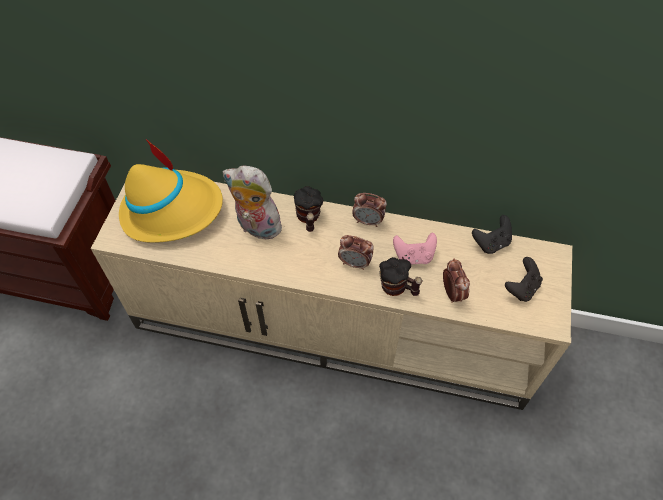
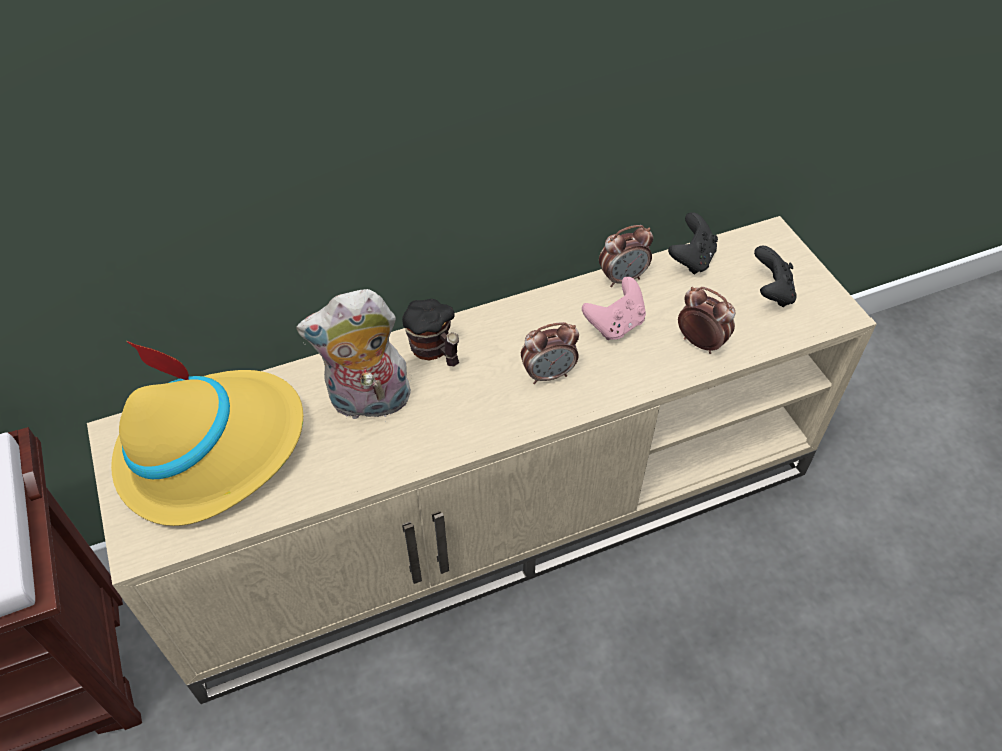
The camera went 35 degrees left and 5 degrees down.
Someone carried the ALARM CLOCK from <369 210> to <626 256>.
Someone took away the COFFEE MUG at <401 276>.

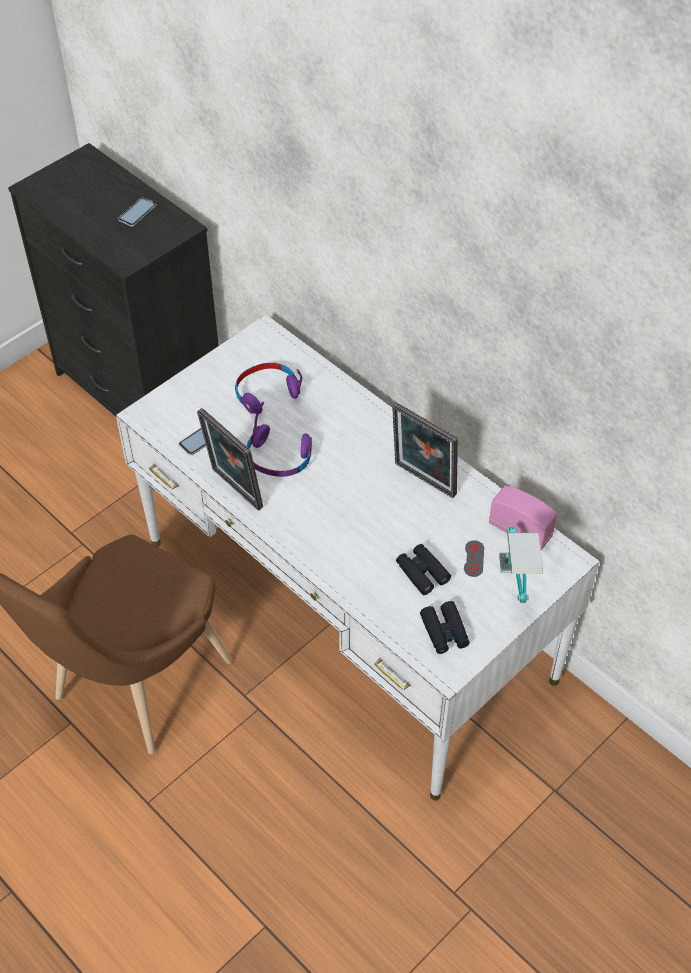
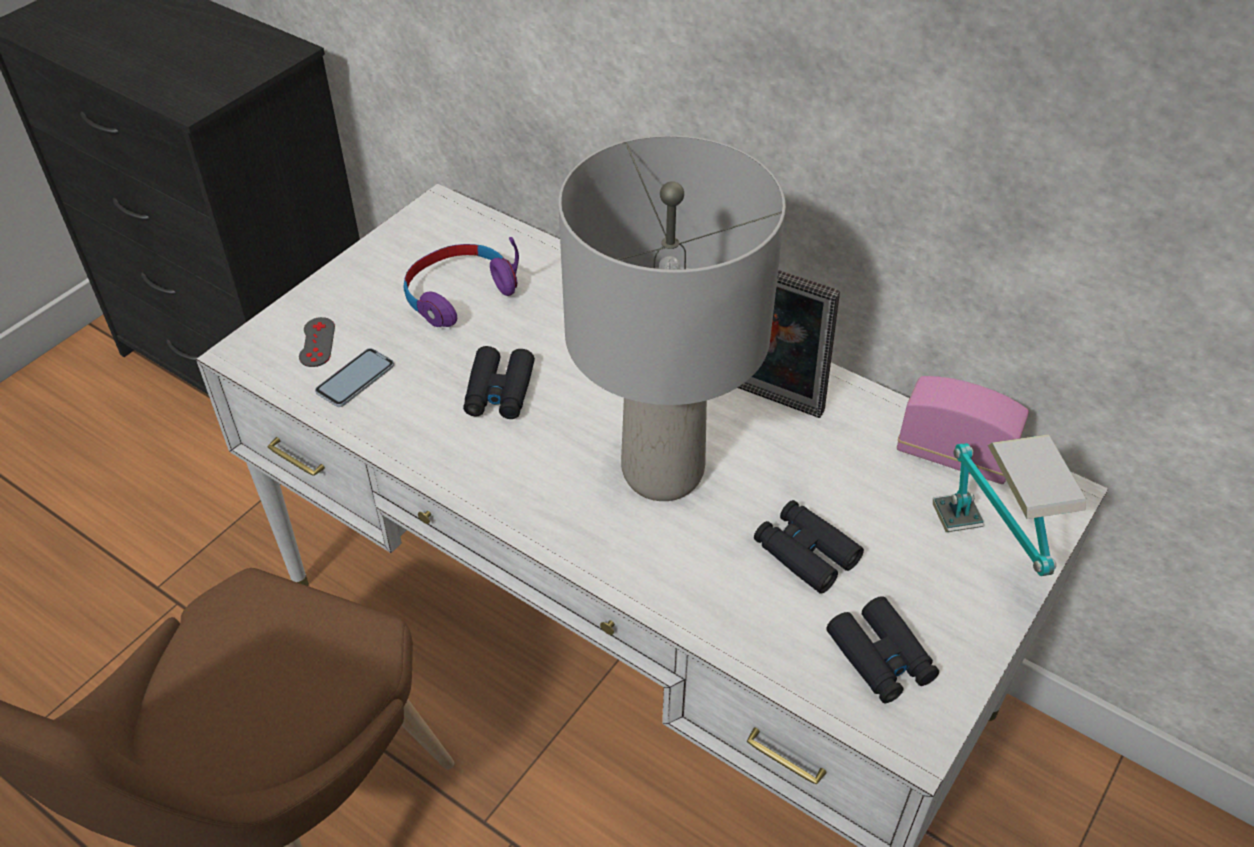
The camera went 10 degrees left and 5 degrees down.
Someone carried the GREYISH GAME CONTROLLER from <474 558> to <317 342>.
Someone swapped the PURPLE-COLOURED PAIR OF HEADPHONES at <279 439> for the BLACK-COLOURED FIELD GLASSES at <499 382>.
Someone put down the GREYISH TABLE LAMP at <672 318>.
Someone took away the HANDSET at <137 212>.
Someone took away the PHOTO FRAME at <230 459>.

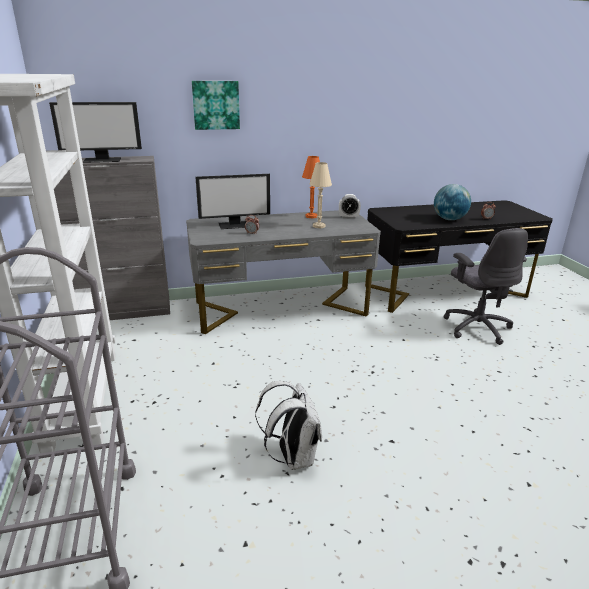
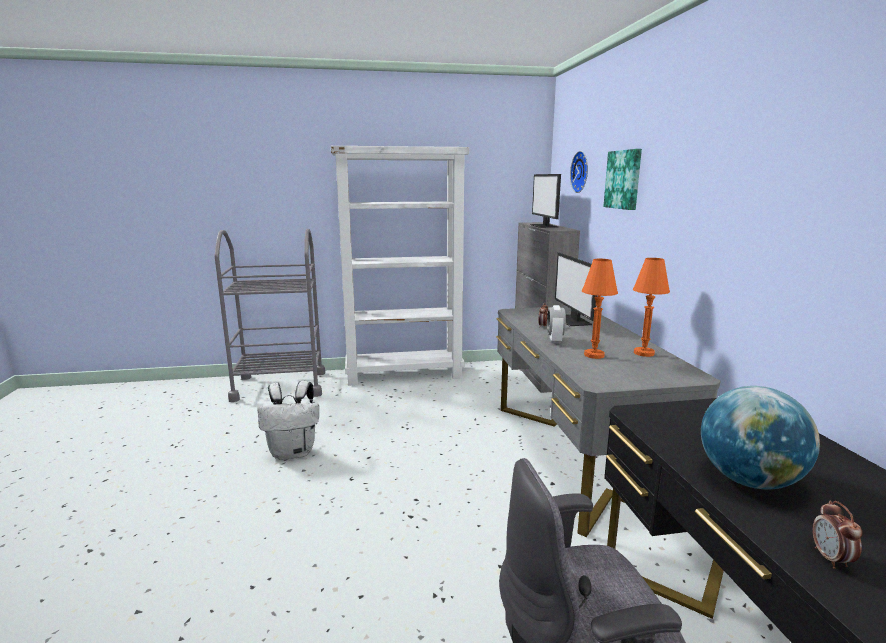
The camera went 95 degrees right and 10 degrees down.
Someone carried the ALARM CLOCK from <350 206> to <556 324>.
Someone put up the CLOCK ON THE WALL at <579 172>.
Someone repainted the BEIGE-COLOURED TABLE LAMP at <320 195>, which became the ORANGE TABLE LAMP at <600 309>.

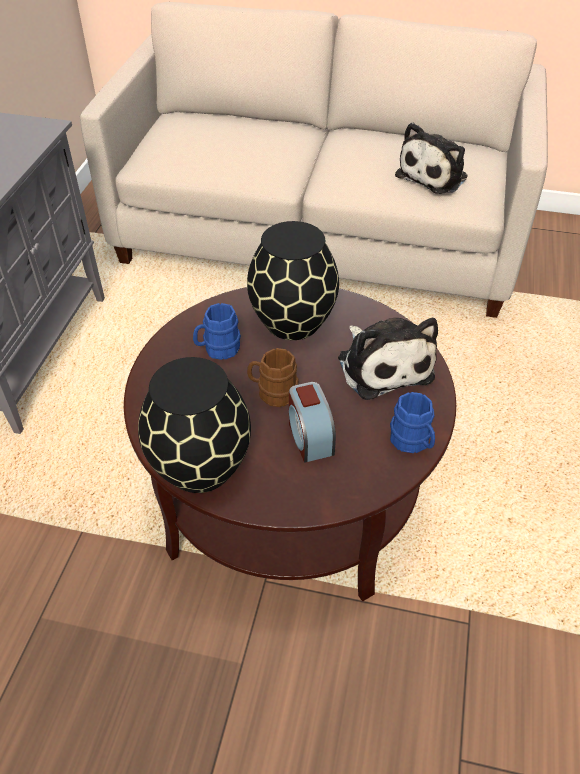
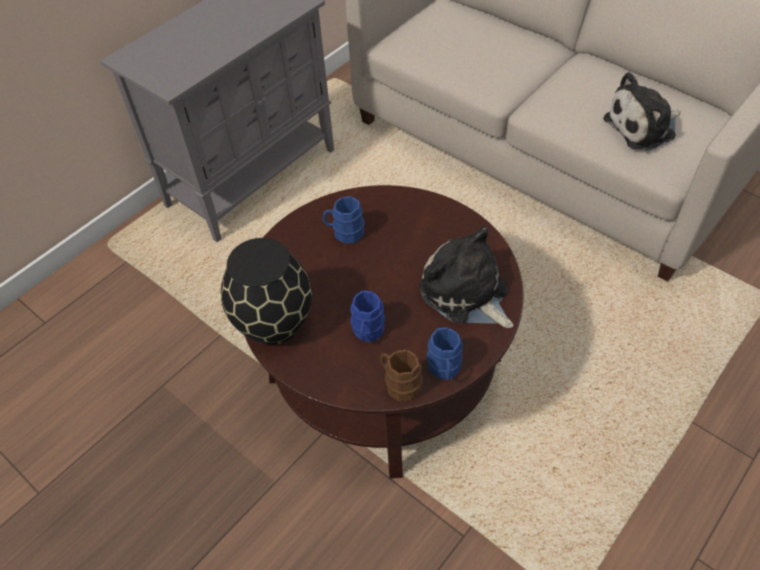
The camera went 30 degrees right and 5 degrees up.
Someone swapped the ALARM CLOCK at <312 422> for the BLUE COFFEE MUG at <367 316>.
Someone carried the BROWN COFFEE MUG from <273 377> to <401 376>.
Someone rotated the PLUSH TOY at <388 359> by 135 degrees clockwise.
Someone took away the BLACK-COLOURED VASE at <293 280>.

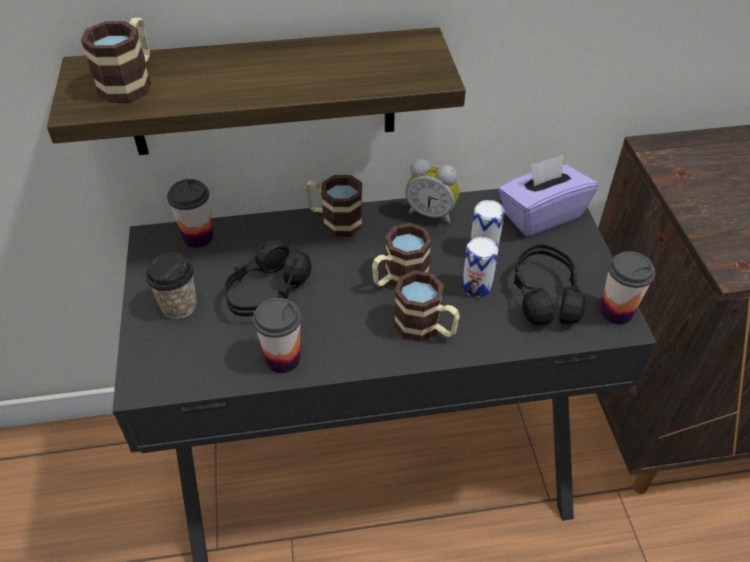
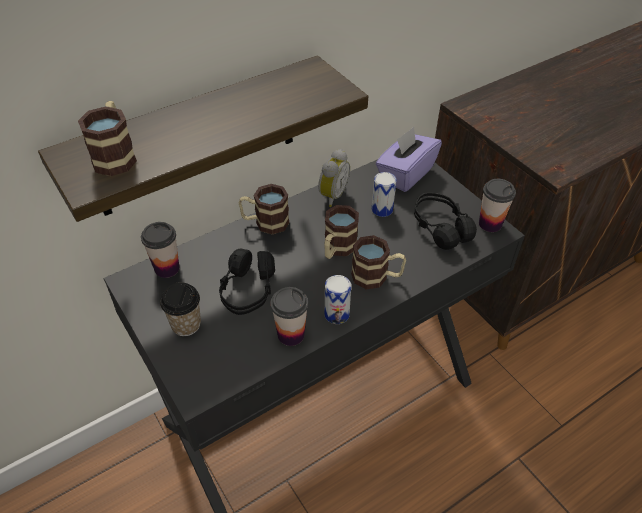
The camera went 25 degrees left and 0 degrees up.
Someone rotated the ALARM CLOCK at <432 191> by 60 degrees counterclockwise.
Someone carried the METAL CAN from <480 267> to <338 299>.

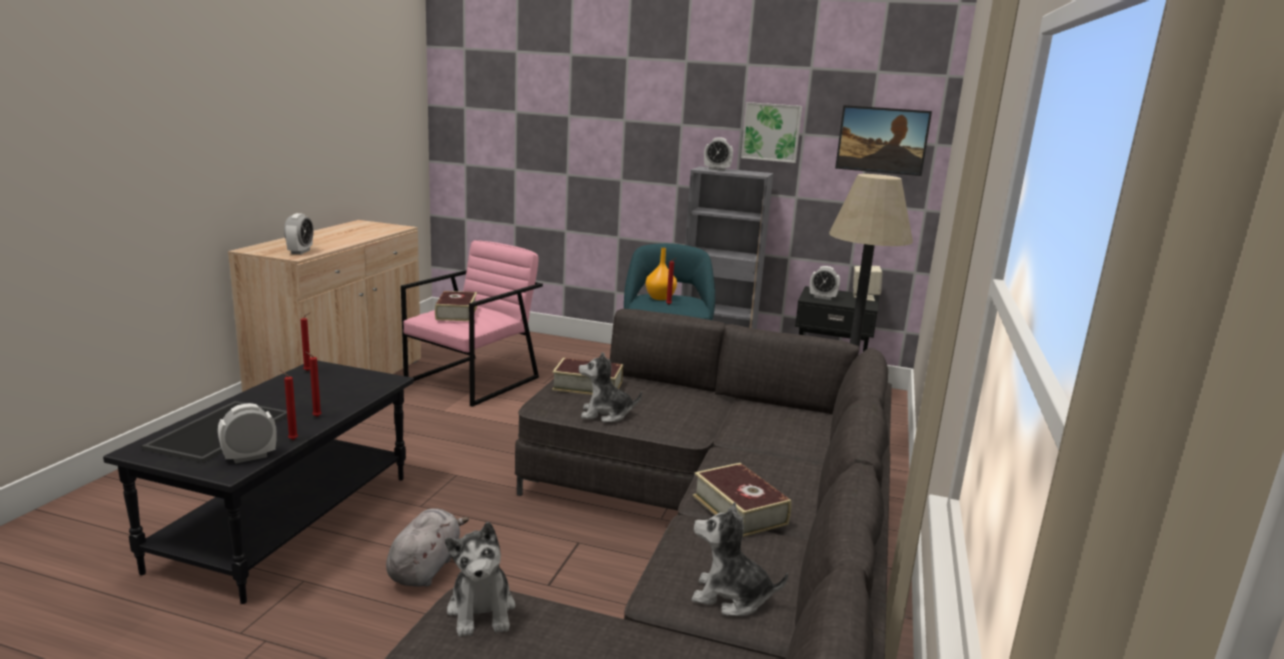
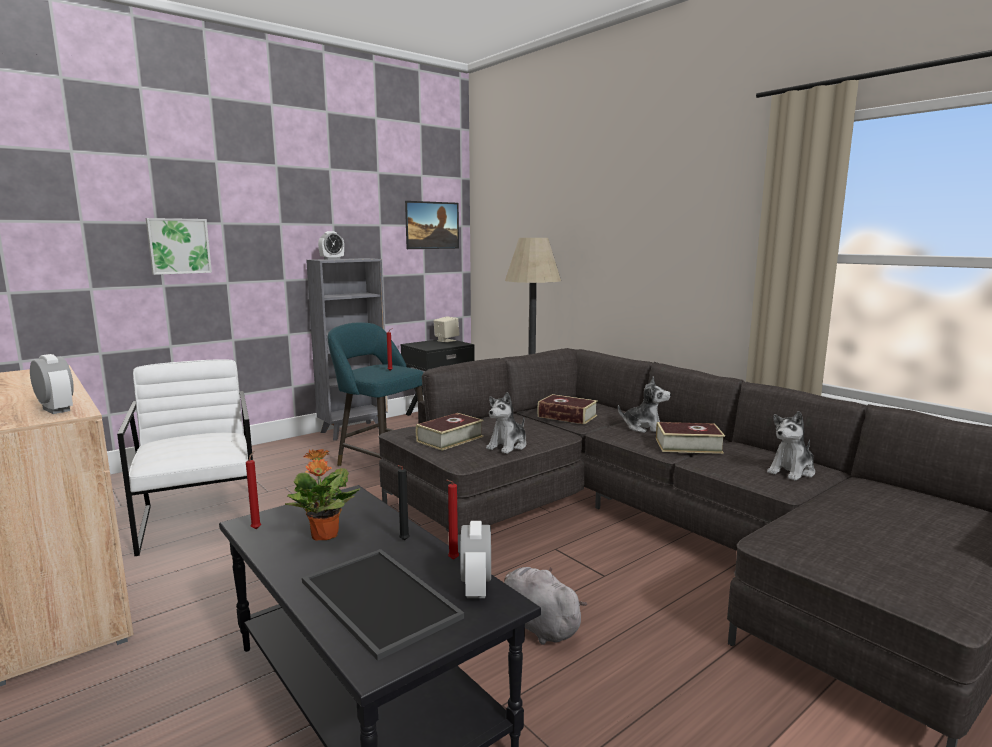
The camera went 55 degrees left and 5 degrees down.
Someone repainted the PINK-COLOURED EASY CHAIR at <472 323>, which became the WHITE-COLOURED EASY CHAIR at <185 457>.
Someone carried the WALL PICTURE from <771 132> to <179 246>.
Someone put down the PLANT IN A POT at <322 494>.
Someone repainted the RED WAX CANDLE at <314 384>, which became the BLACK-COLOURED WAX CANDLE at <403 502>.
Someone carried the BOUND BOOK from <456 306> to <568 409>.
Someone carried the PLUSH TOY from <480 579> to <644 404>.
Someone took away the ORANGE VASE at <661 274>.
Someone took away the ALARM CLOCK at <825 283>.

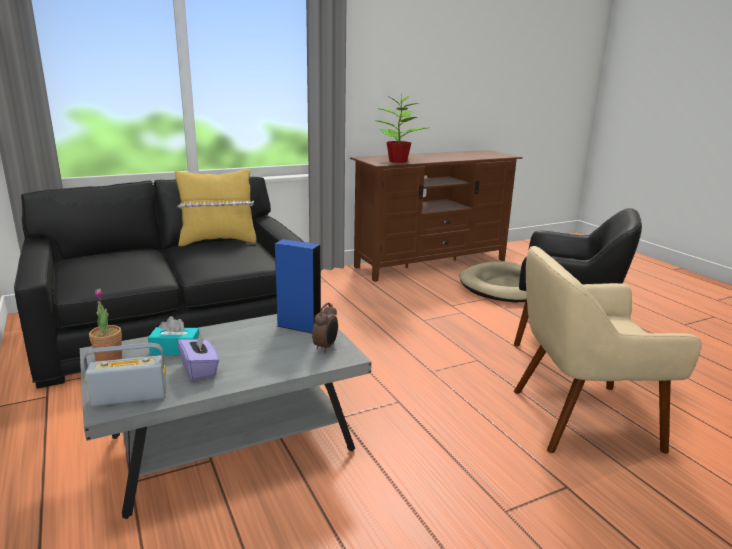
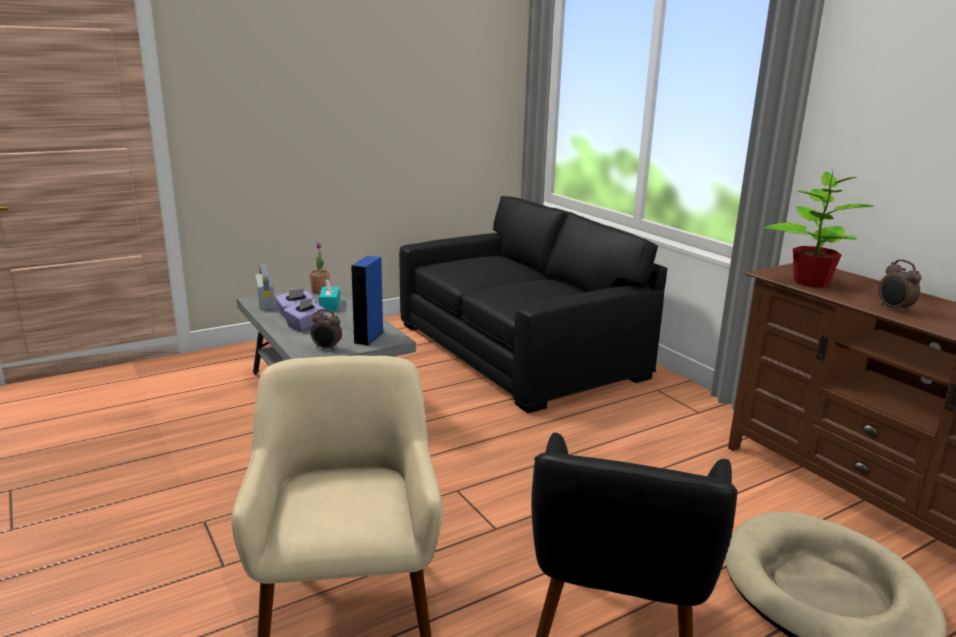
The camera went 85 degrees right and 0 degrees up.
Someone put down the PURPLE-COLOURED TISSUE HOLDER at <304 314>.
Someone put down the ALARM CLOCK at <900 286>.
Someone took away the YELLOW THROW PILLOW at <216 207>.

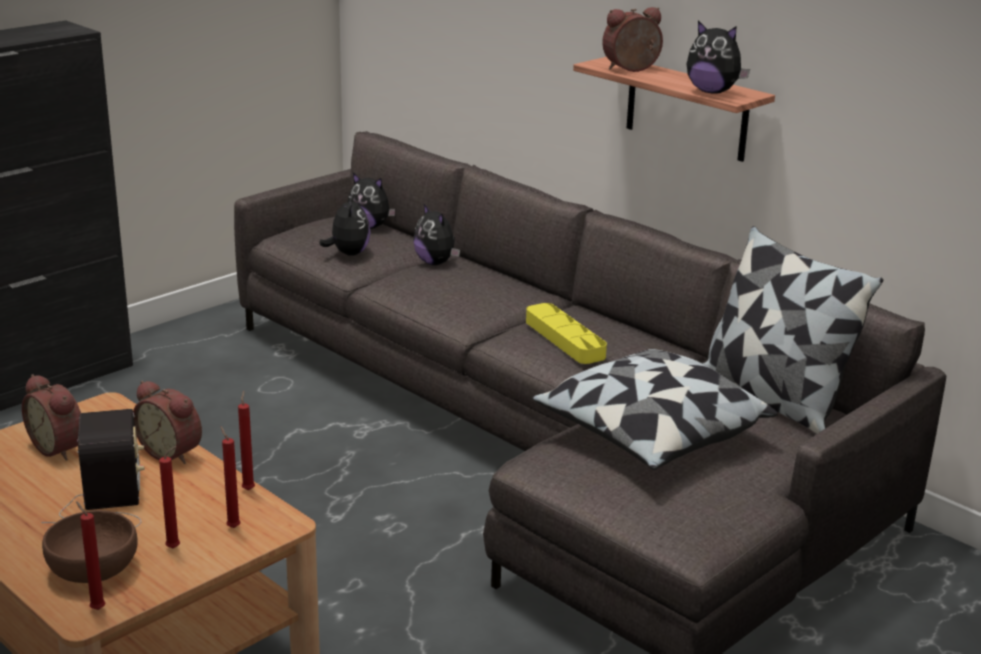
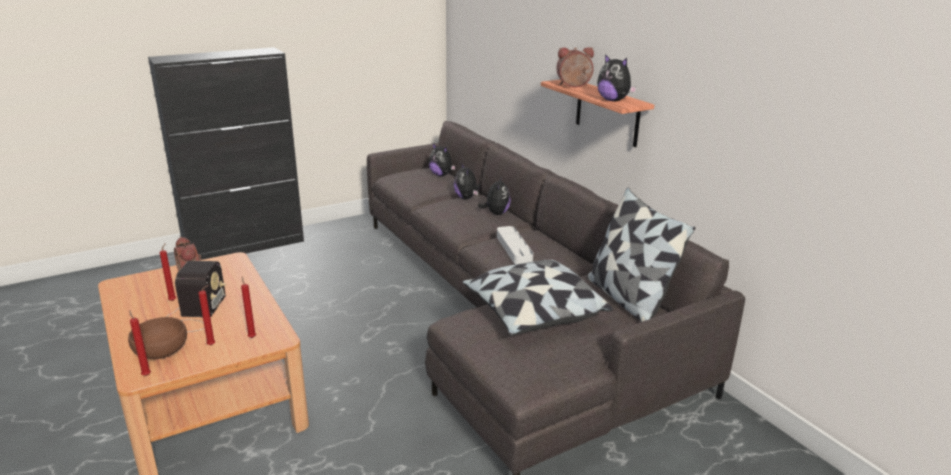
The camera went 15 degrees right and 0 degrees up.
Someone carried the RED WAX CANDLE from <246 440> to <168 272>.
Someone carried the PLUSH TOY from <345 225> to <494 195>.
Someone repainted the YELLOW CARRYING TRAY at <566 333>, which became the GREYISH CARRYING TRAY at <515 245>.
Someone took away the ALARM CLOCK at <167 422>.

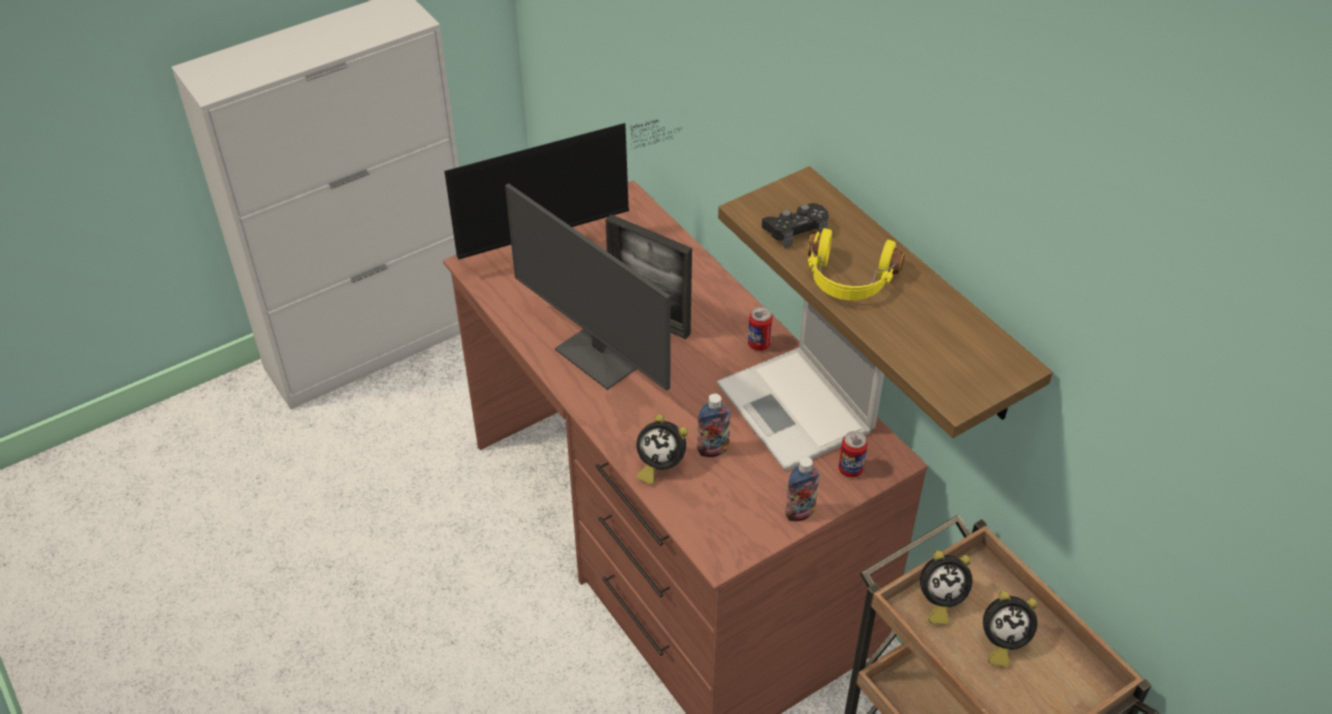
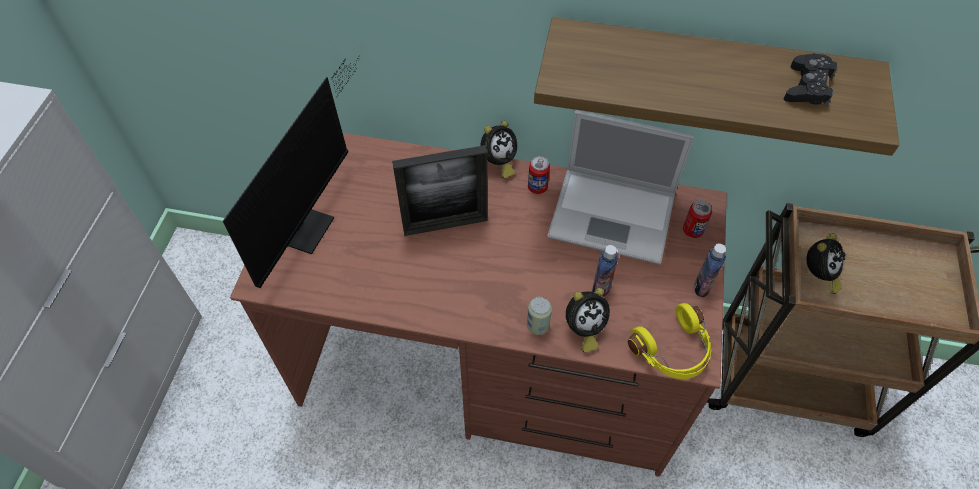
The camera went 45 degrees left and 10 degrees up.
Someone carried the ALARM CLOCK from <1010 629> to <499 149>.
Someone put down the METAL CAN at <539 316>.
Someone carried the YELLOW PAIR OF HEADPHONES from <856 264> to <669 341>.
Someone carried the BLACK-COLOURED GAME CONTROLLER from <795 226> to <811 80>.
Someone took away the COMPUTER DISPLAY at <588 287>.

